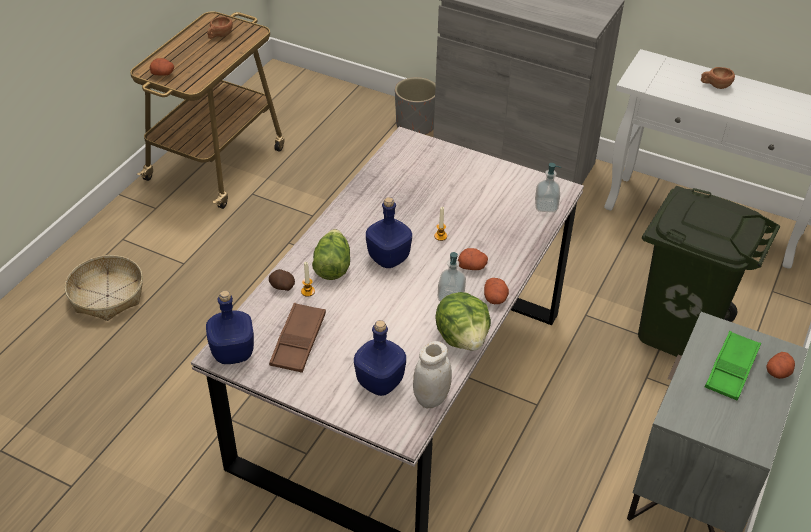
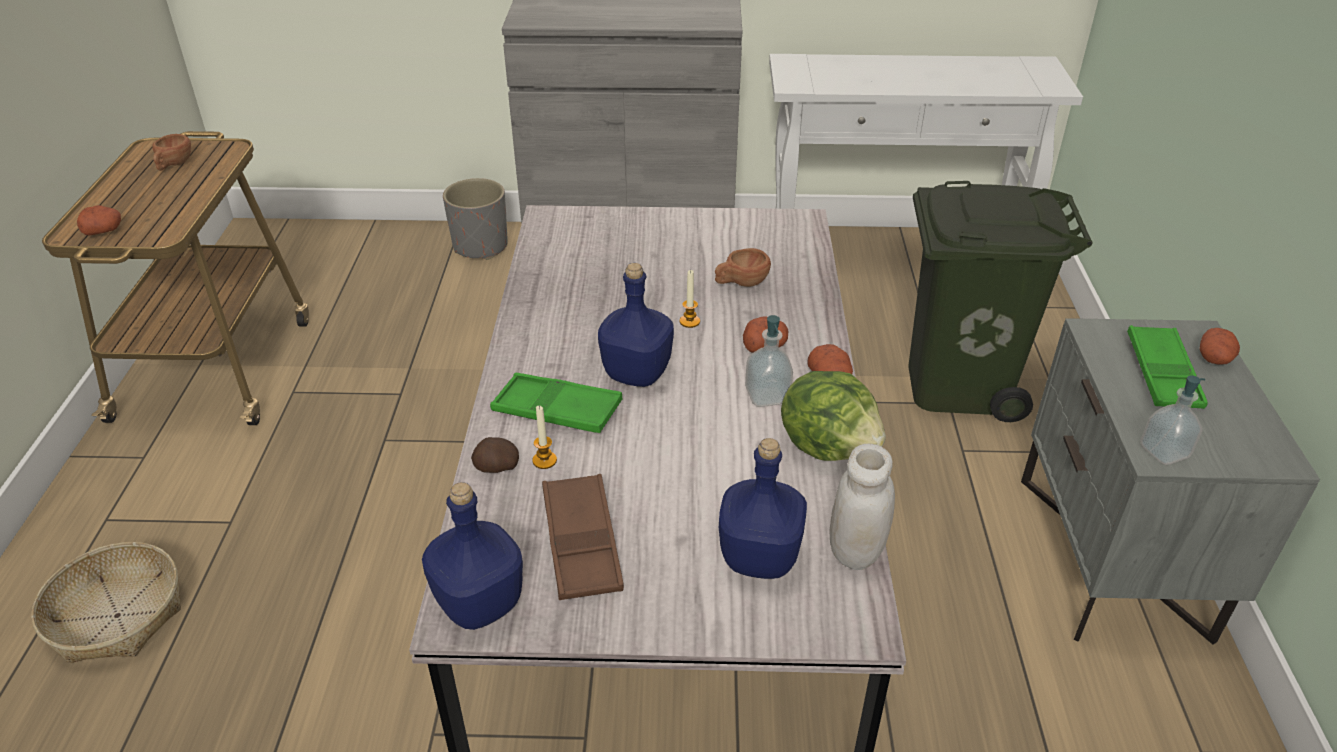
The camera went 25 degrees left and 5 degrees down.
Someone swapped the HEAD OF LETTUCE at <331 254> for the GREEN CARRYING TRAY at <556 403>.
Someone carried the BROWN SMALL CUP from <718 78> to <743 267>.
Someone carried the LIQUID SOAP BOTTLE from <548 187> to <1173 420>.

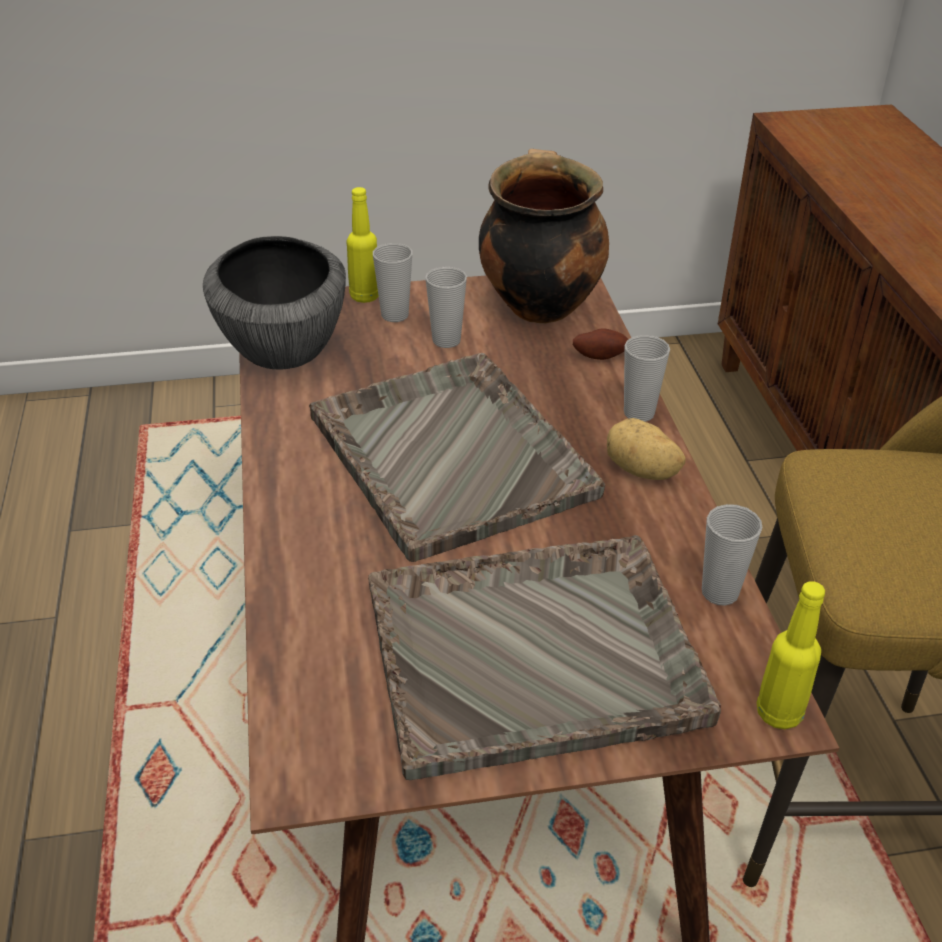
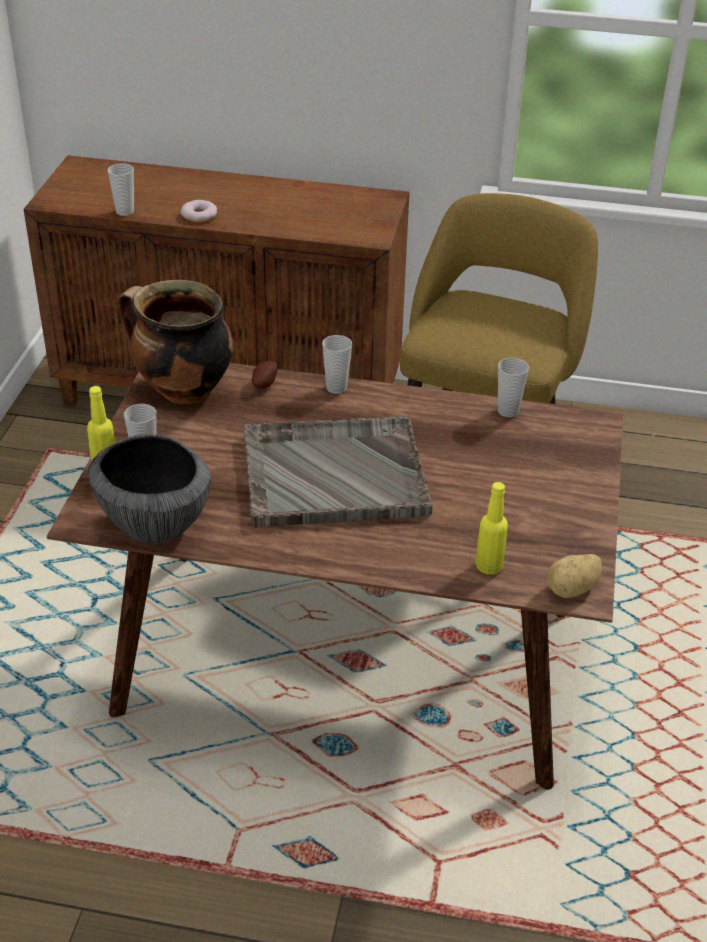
The camera went 70 degrees left and 0 degrees up.
Someone carried the SMALL CUP from <446 307> to <121 189>.
Someone put down the DONUT at <199 211>.
Someone carried the YELLOW BEVERAGE BOTTLE from <791 655> to <491 528>.
Someone carried the SPUD from <646 449> to <574 576>.
Someone took away the GREYISH CARRYING TRAY at <544 657>.

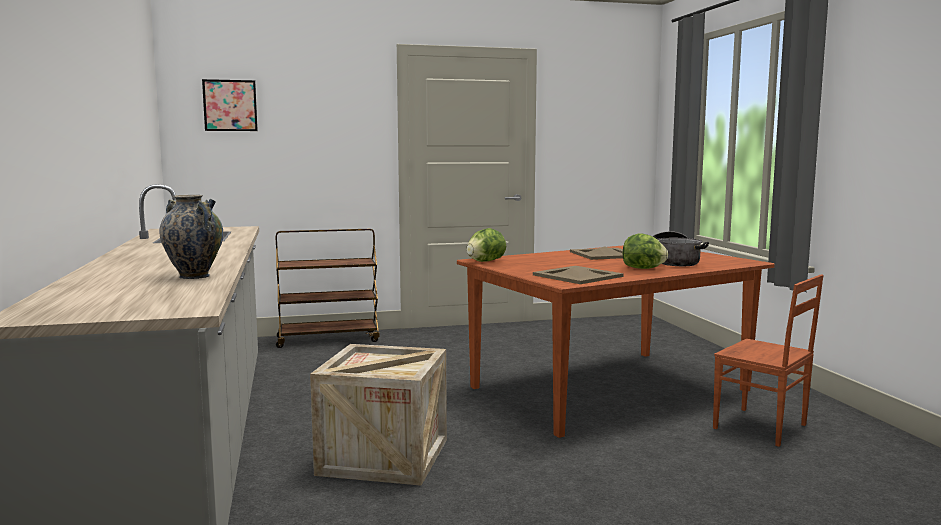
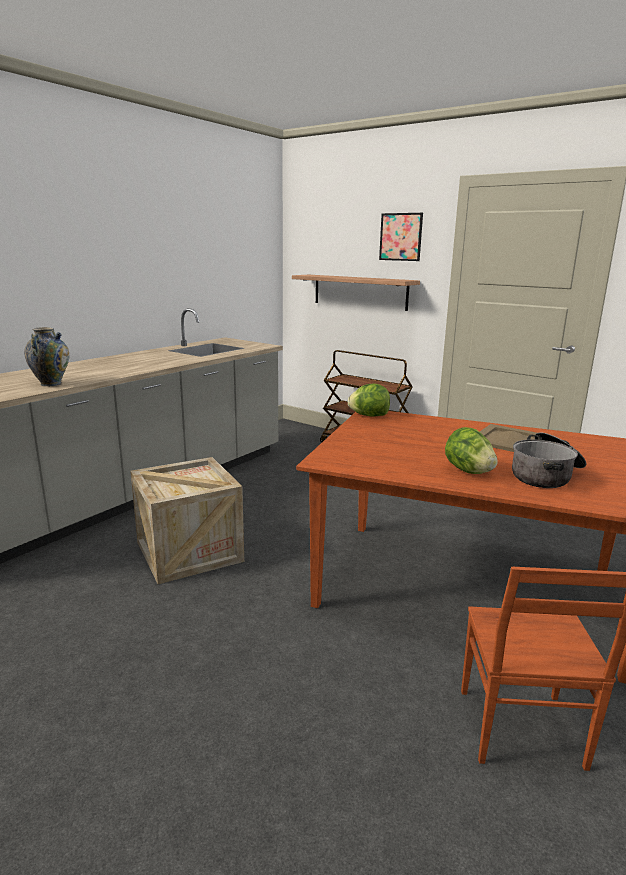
The camera went 50 degrees right and 10 degrees up.
Someone put up the WALL SHELF at <356 293>.
Someone carried the WALL PICTURE from <230 105> to <401 237>.
Someone took away the BEIGE-COLOURED CARRYING TRAY at <578 275>.

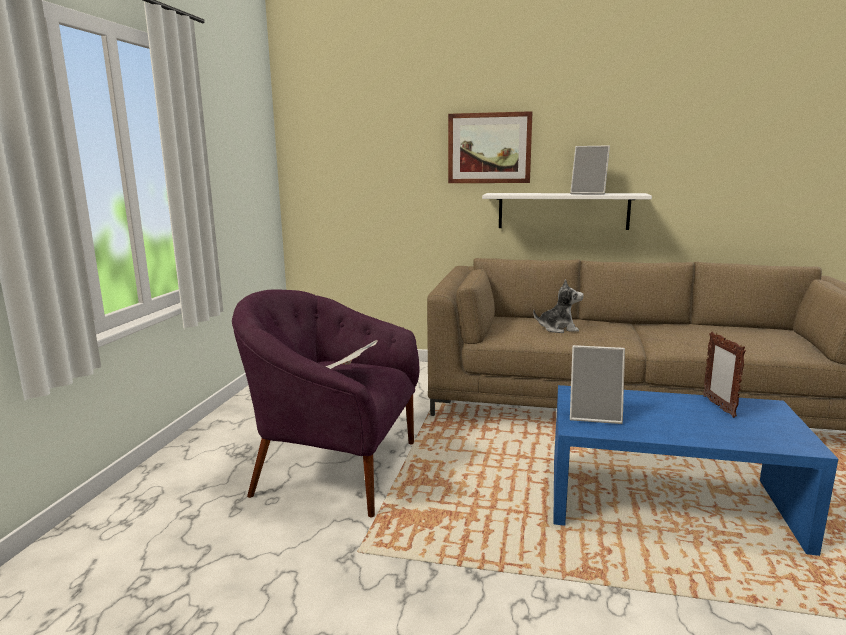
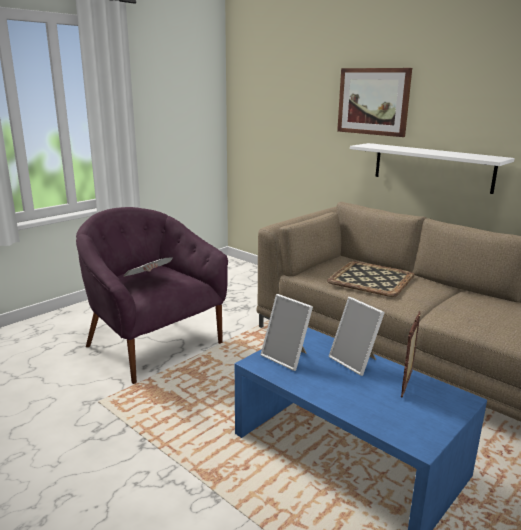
The camera went 30 degrees right and 5 degrees up.
Someone swapped the PLUSH TOY at <558 306> for the CARRYING TRAY at <371 279>.
Someone carried the PHOTO FRAME from <590 170> to <357 336>.

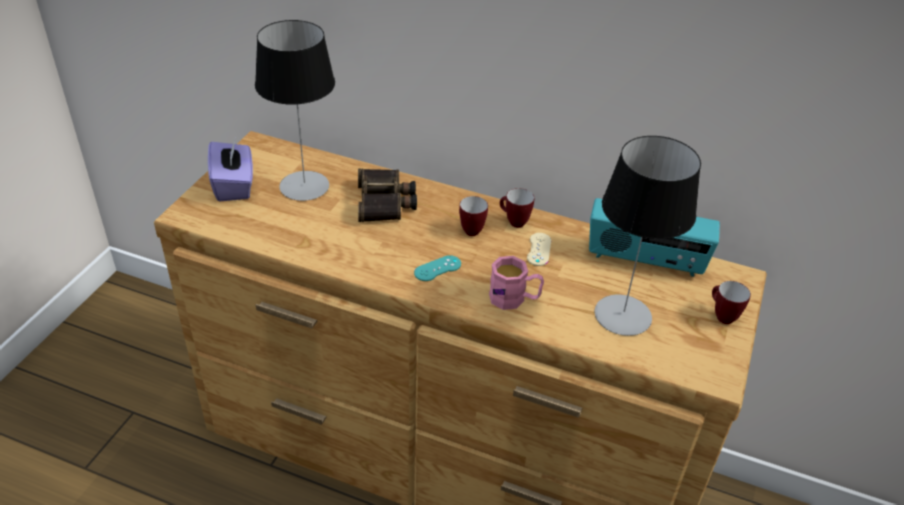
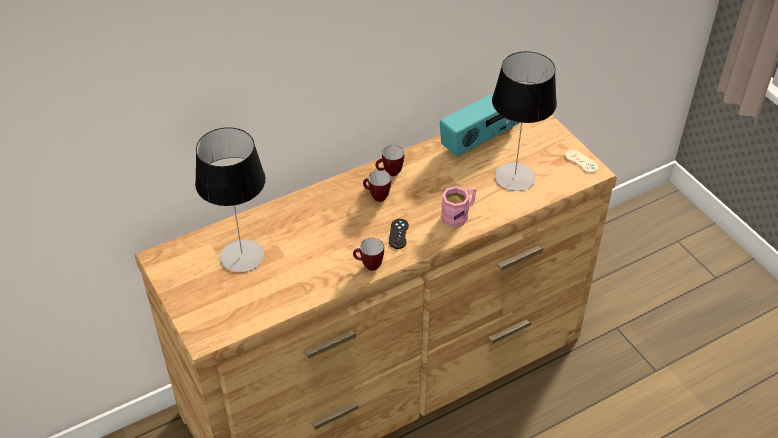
The camera went 50 degrees left and 5 degrees up.
Someone carried the COFFEE MUG from <731 302> to <368 254>.
Someone repainted the TURQUOISE GAME CONTROLLER at <437 268>, which became the BLACK-COLOURED GAME CONTROLLER at <399 234>.
Someone carried the BEIGE-COLOURED GAME CONTROLLER from <539 249> to <581 161>.
Someone took away the PURPLE-COLOURED TISSUE HOLDER at <230 170>.
Someone took away the FIELD GLASSES at <387 195>.

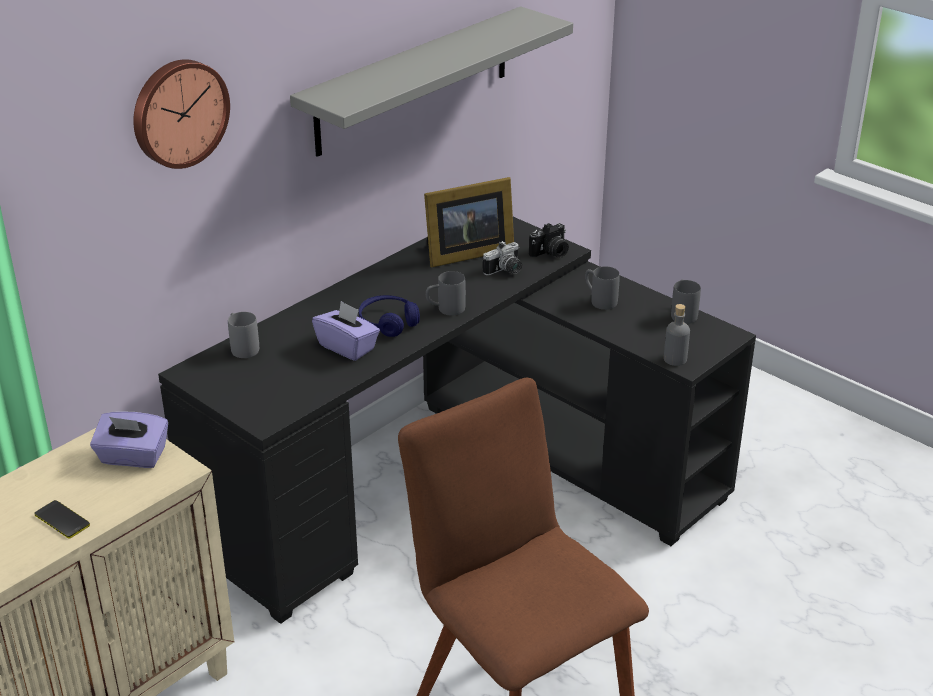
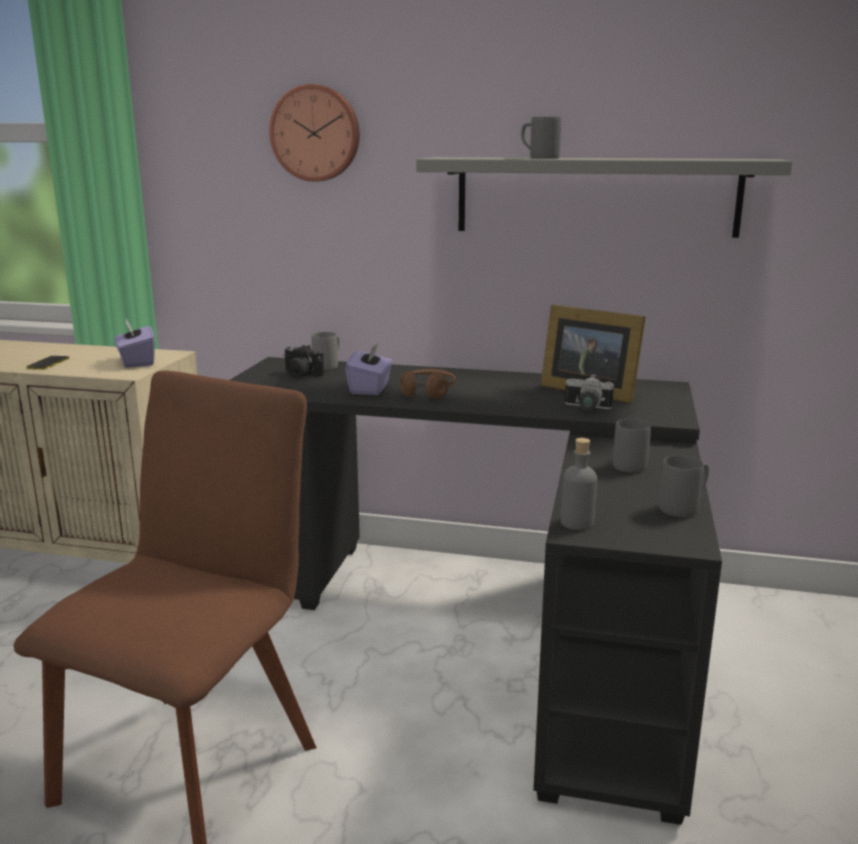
The camera went 60 degrees right and 15 degrees down.
Someone carried the PHOTO CAMERA from <549 240> to <303 361>.
Someone repainted the BLUE PAIR OF HEADPHONES at <389 316>, which became the BROWN PAIR OF HEADPHONES at <428 384>.
Someone carried the GREYISH COFFEE MUG from <446 293> to <541 137>.

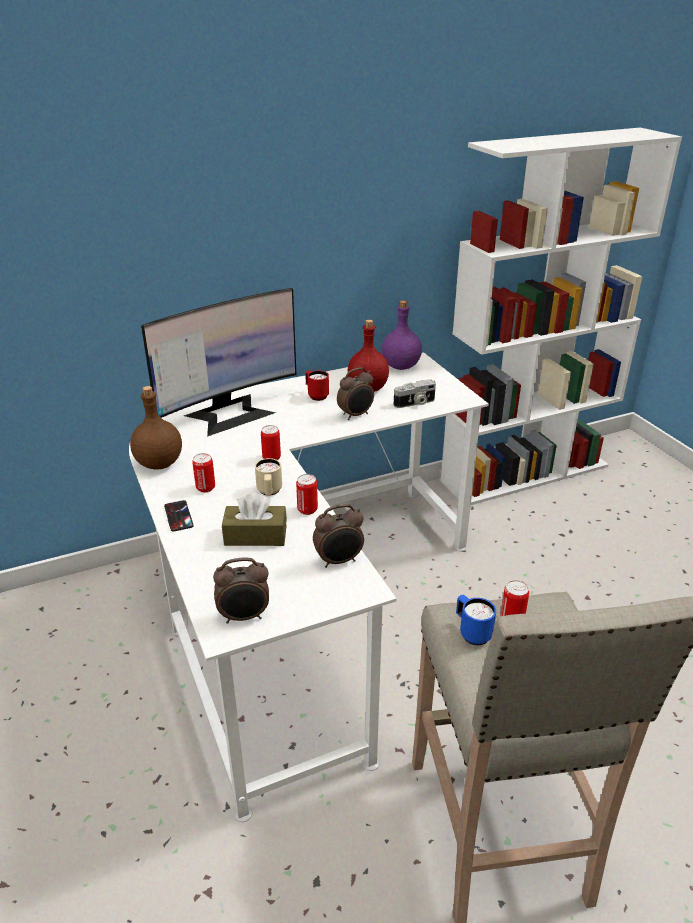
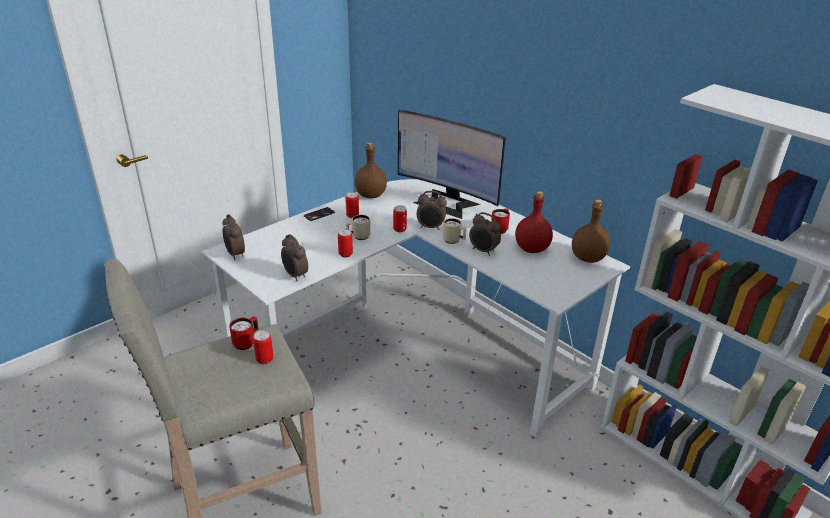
The camera went 70 degrees right and 0 degrees up.
Someone repainted the BLUE COFFEE MUG at <476 620>, which became the RED COFFEE MUG at <244 333>.
Someone put down the ALARM CLOCK at <432 210>.
Someone put down the BEIGE-COLOURED COFFEE MUG at <455 231>.
Someone repainted the PURPLE-COLOURED BEVERAGE BOTTLE at <402 335>, which became the BROWN BEVERAGE BOTTLE at <591 231>.
Someone took away the BROWN TISSUE HOLDER at <254 519>.
Someone took away the PHOTO CAMERA at <415 393>.

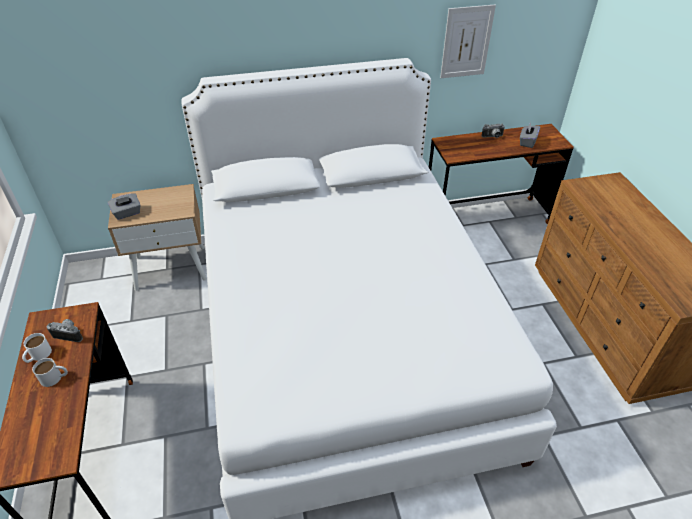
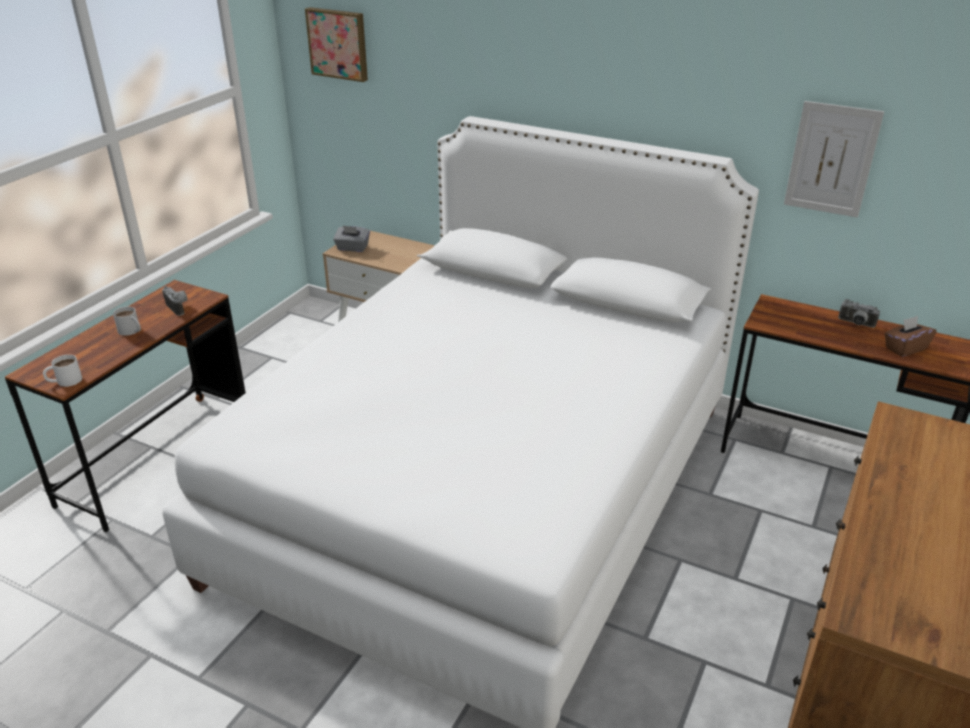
The camera went 40 degrees right and 10 degrees down.
Someone carried the WHITE-COLOURED COFFEE MUG from <37 348> to <62 371>.
Someone put up the WALL PICTURE at <336 44>.
Someone repainted the GREYISH TISSUE HOLDER at <530 135>, which became the BROWN TISSUE HOLDER at <911 336>.

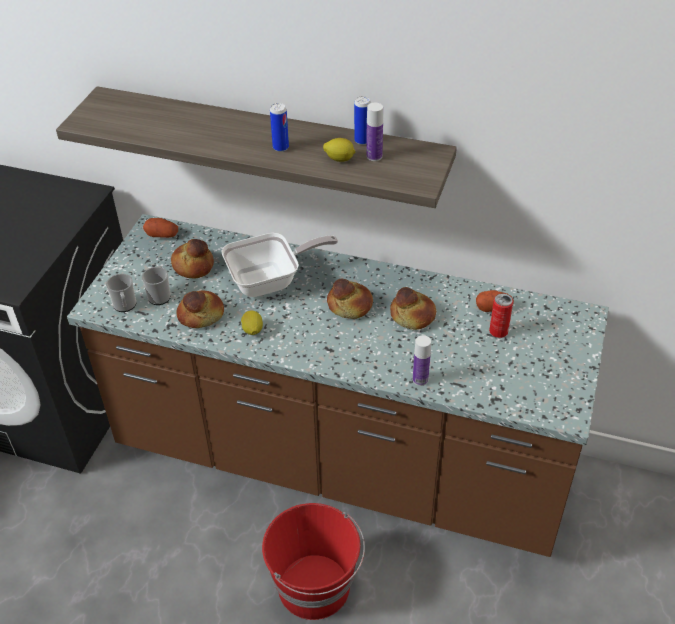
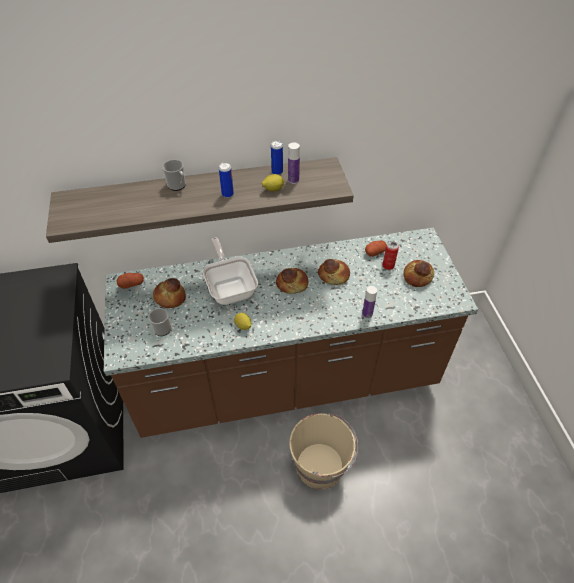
The camera went 30 degrees left and 5 degrees up.
Someone carried the COFFEE MUG from <121 293> to <174 175>.
Someone rotated the FRYING PAN at <279 265> by 60 degrees counterclockwise.
Someone repainted the RED PAIL at <313 561>, which became the BEIGE-COLOURED PAIL at <324 451>.
Someone carried the BAKERY BREAD from <200 309> to <418 273>.

